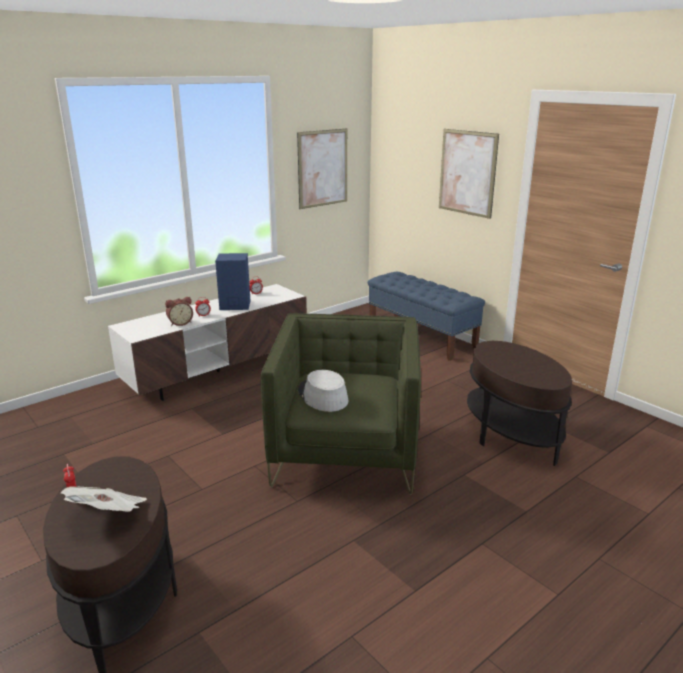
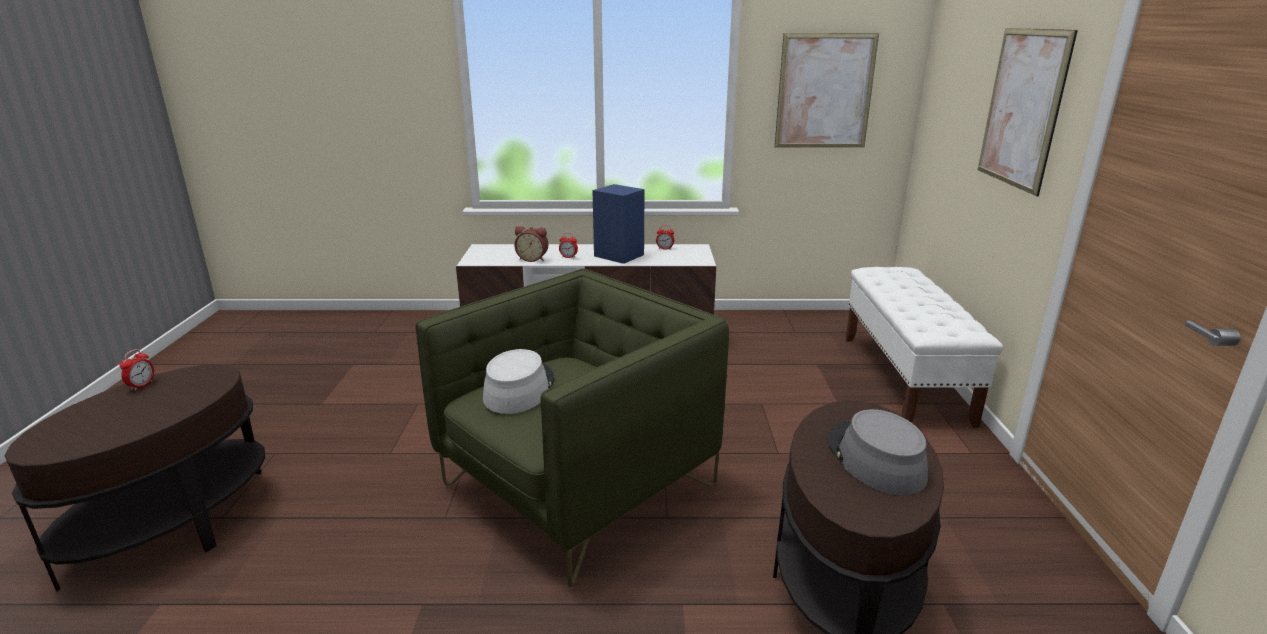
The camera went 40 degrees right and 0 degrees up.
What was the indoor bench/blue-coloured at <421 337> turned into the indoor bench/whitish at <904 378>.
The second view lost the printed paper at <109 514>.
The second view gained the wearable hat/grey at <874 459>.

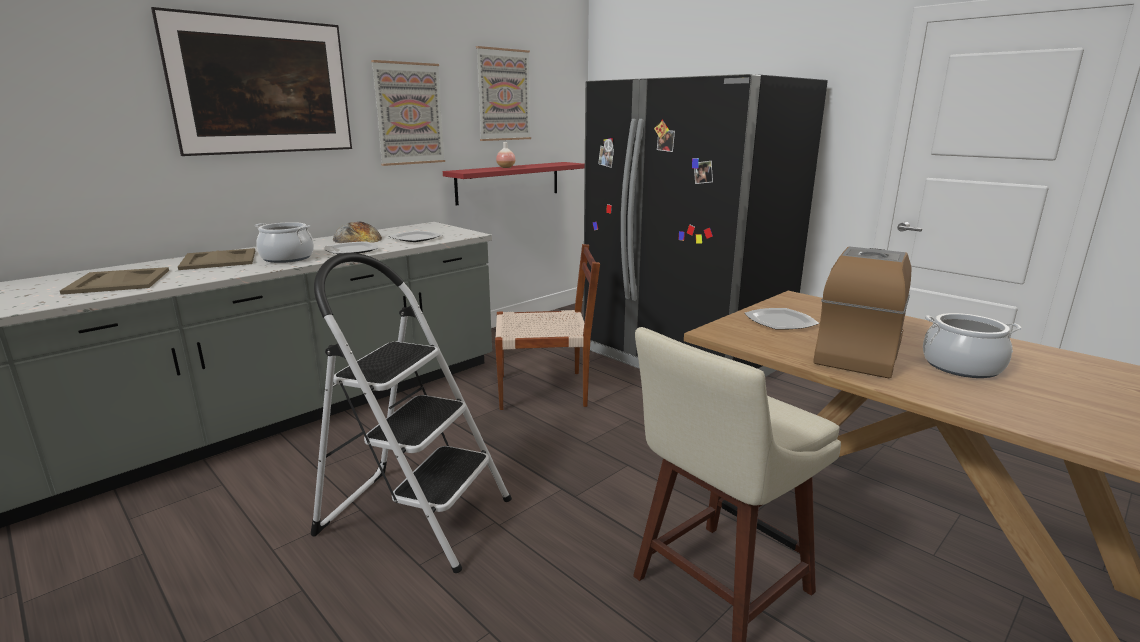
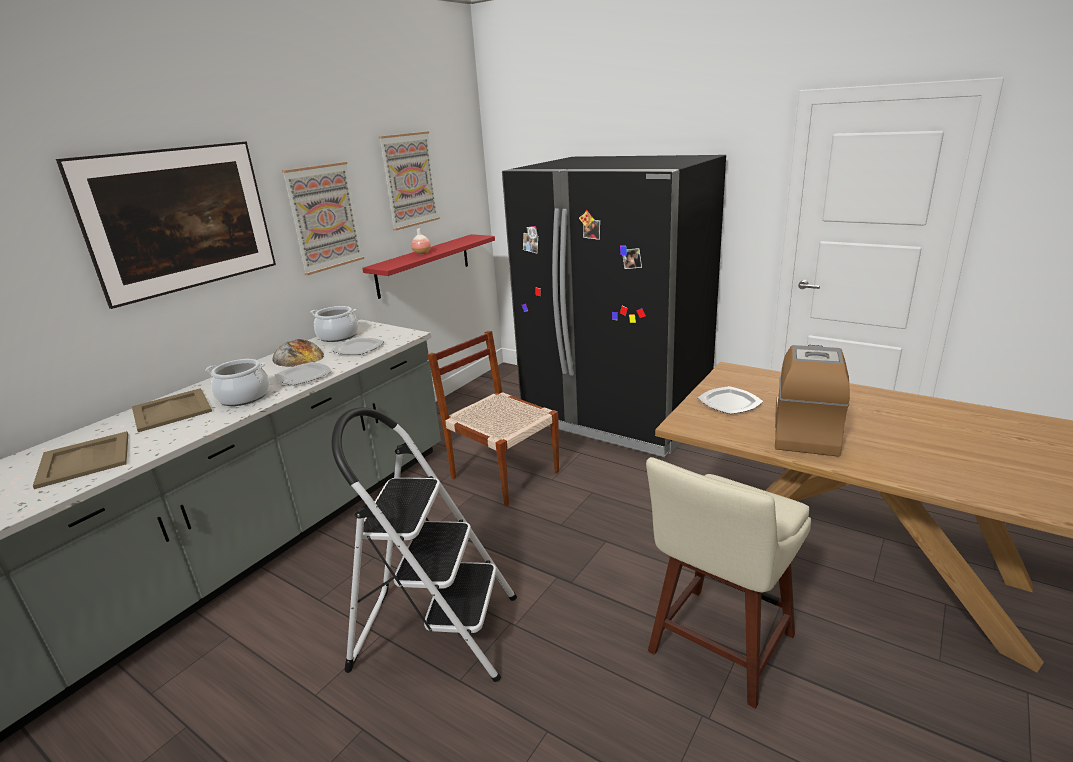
The camera went 10 degrees left and 5 degrees up.
The plain chair at <545 391> ended up facing another way, 120 degrees counterclockwise from before.
The saucepot ended up elsewhere, having gone from <962 366> to <338 336>.

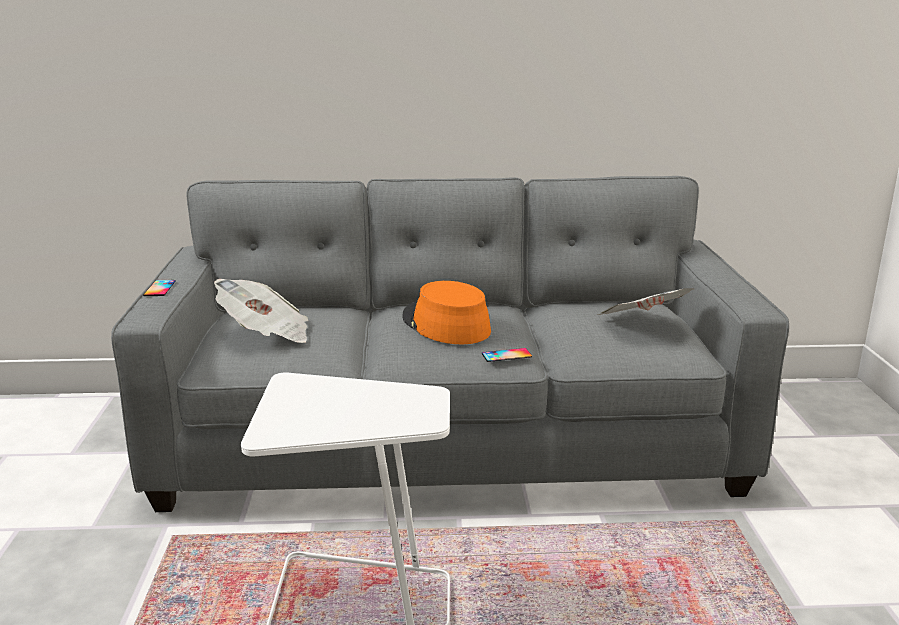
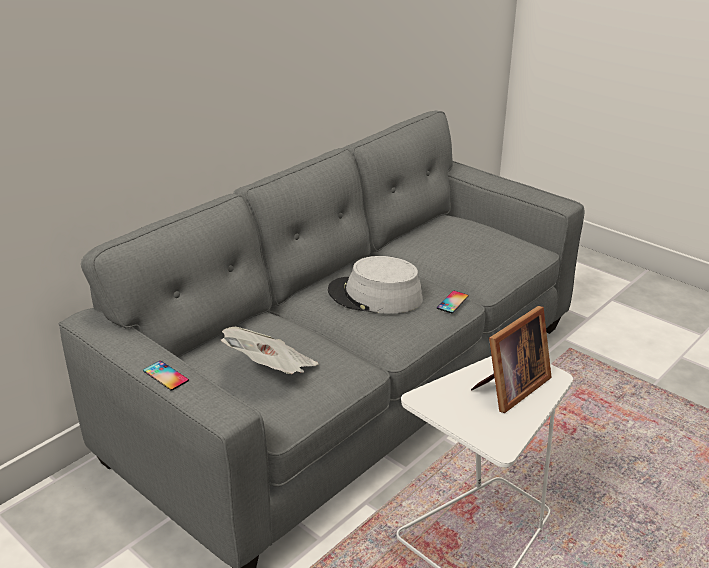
The camera went 45 degrees left and 10 degrees up.
What was the wearable hat/orangey at <445 324> turned into the wearable hat/grey at <375 296>.
The second view lost the printed paper at <642 325>.
The second view gained the standing frame at <509 388>.

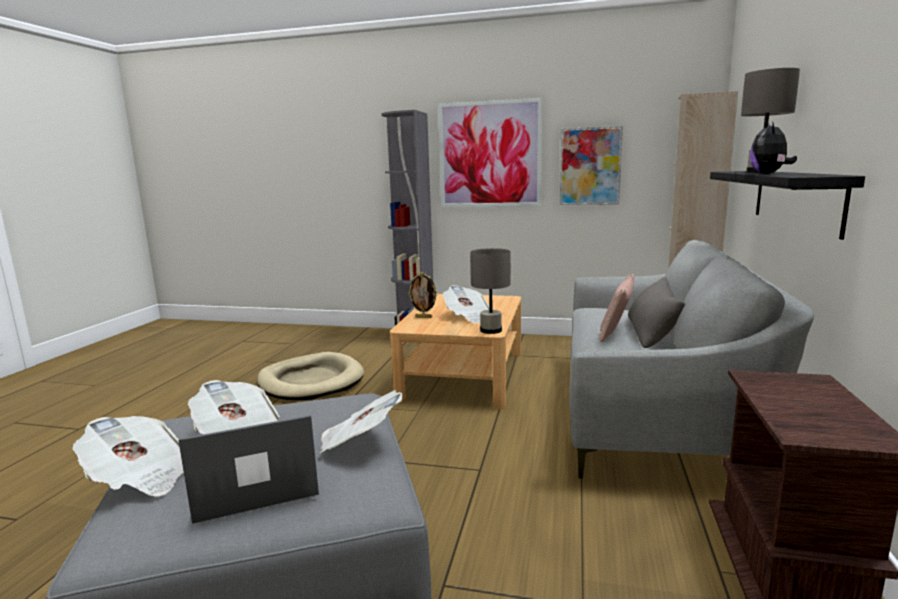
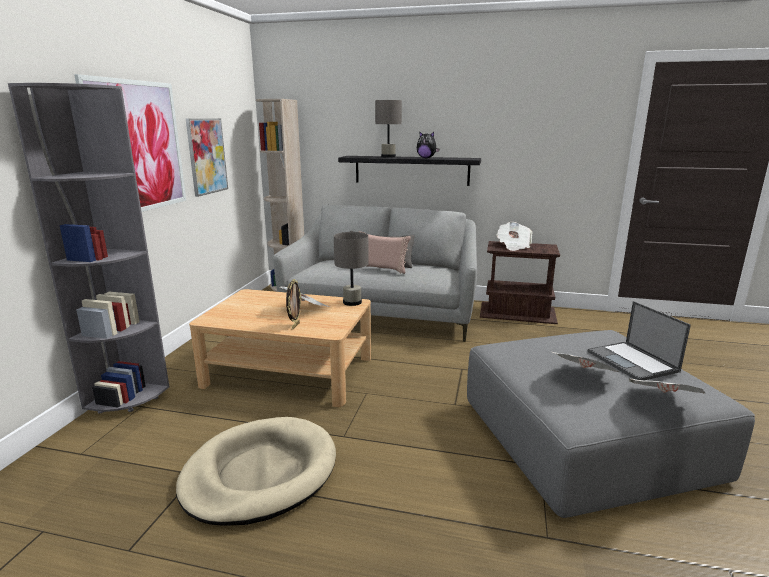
The camera went 90 degrees left and 5 degrees up.
The printed paper ended up elsewhere, having gone from <359 442> to <513 246>.

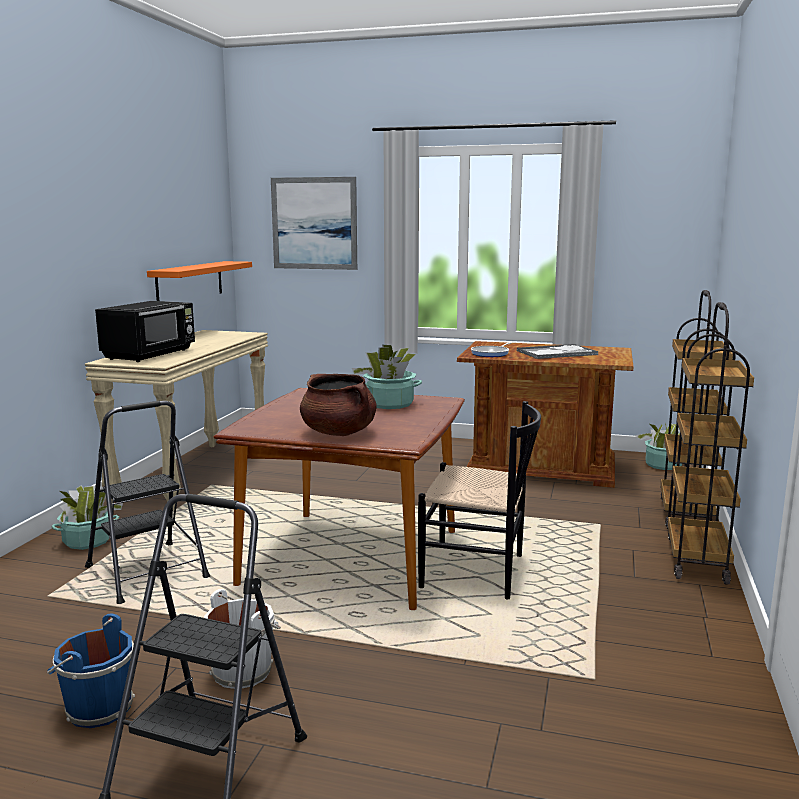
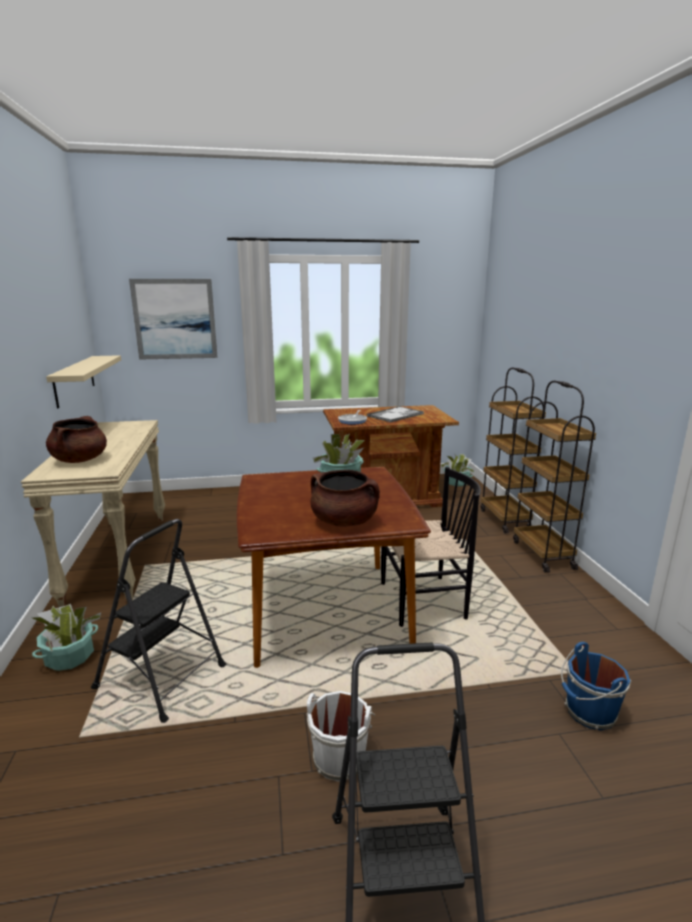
The camera went 25 degrees left and 5 degrees up.
What was the shelf/orangey at <190 282> turned into the shelf/beige at <74 380>.
Where the microwave/black-coloured stood at <151 354>, the saucepot/brown-coloured came to stand at <80 460>.
The bucket/blue-coloured ended up elsewhere, having gone from <96 708> to <588 713>.

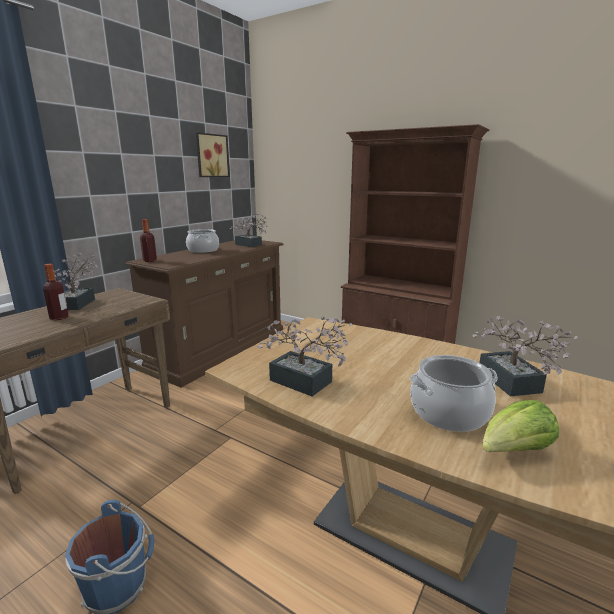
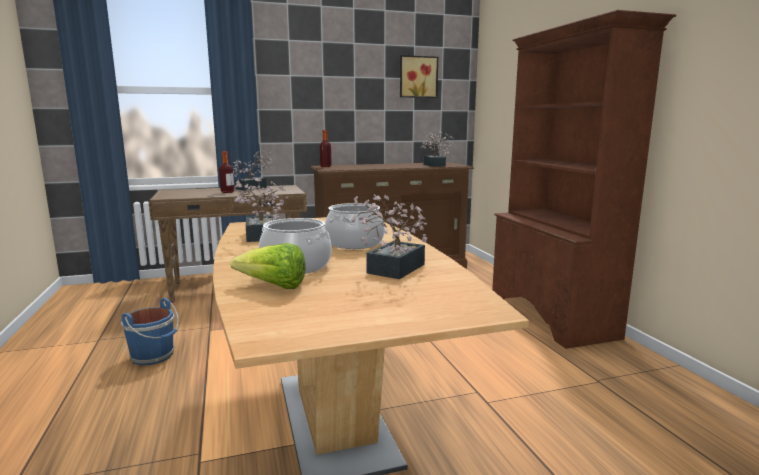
The camera went 40 degrees right and 5 degrees down.
The saucepot ended up elsewhere, having gone from <203 250> to <354 243>.

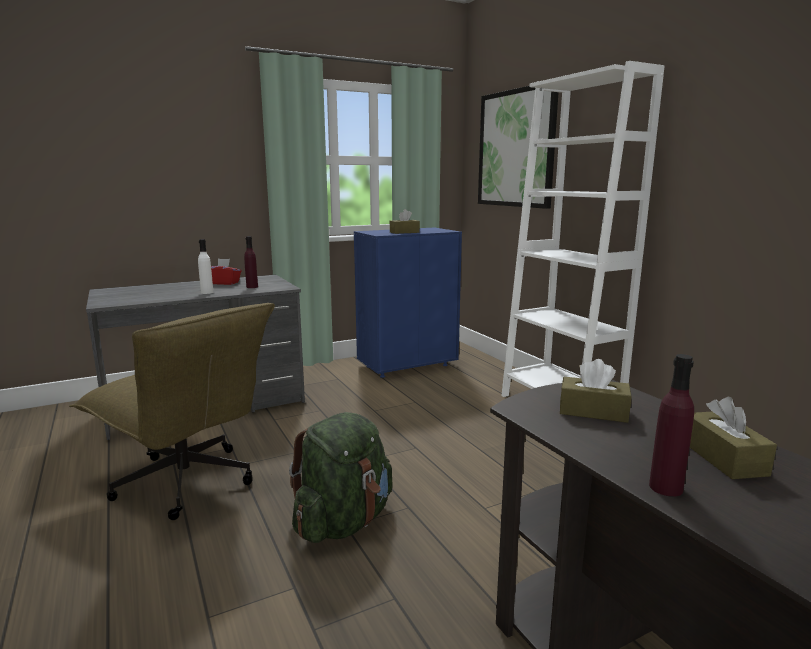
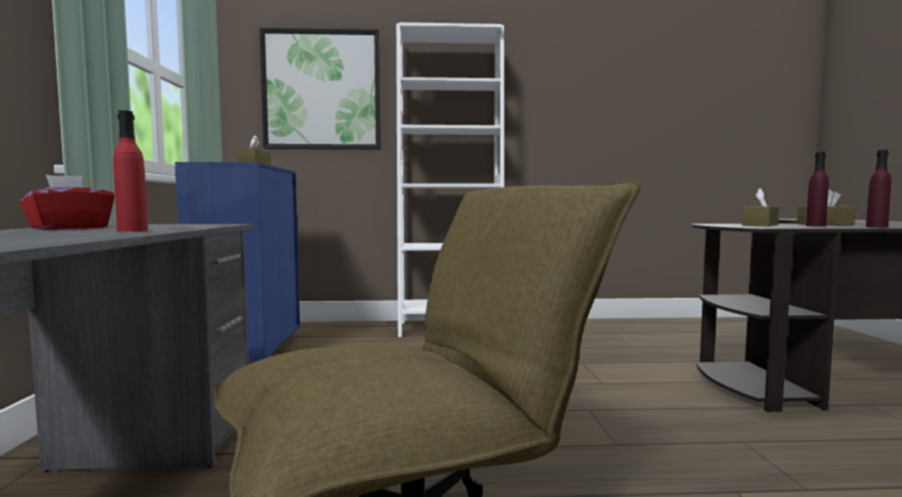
The camera went 65 degrees left and 10 degrees down.
The beverage bottle/purple-coloured ended up elsewhere, having gone from <252 287> to <815 226>.
What was the beverage bottle/whitish at <207 292> turned into the beverage bottle/reddish at <132 230>.
The second view lost the rucksack/green at <344 521>.

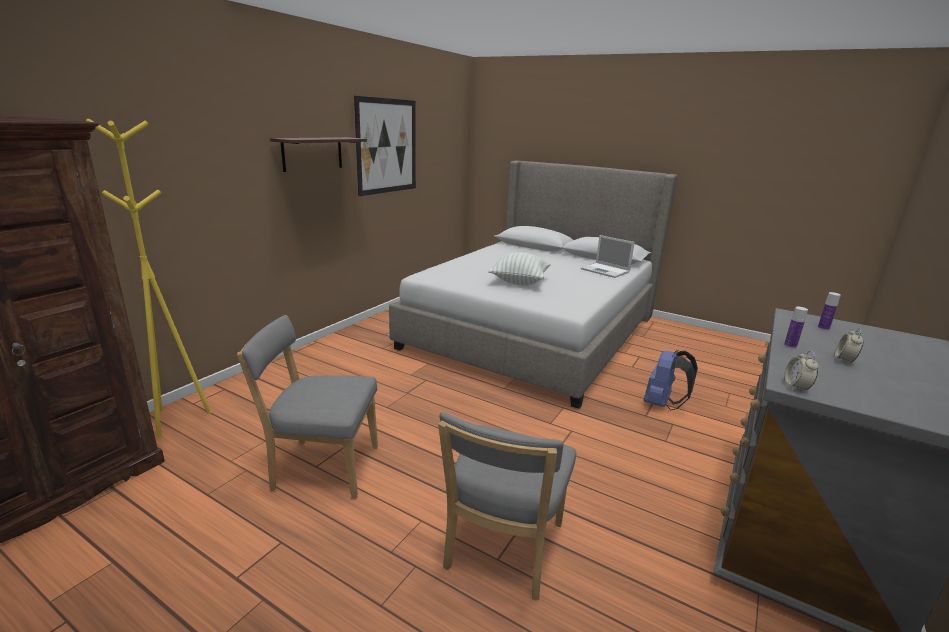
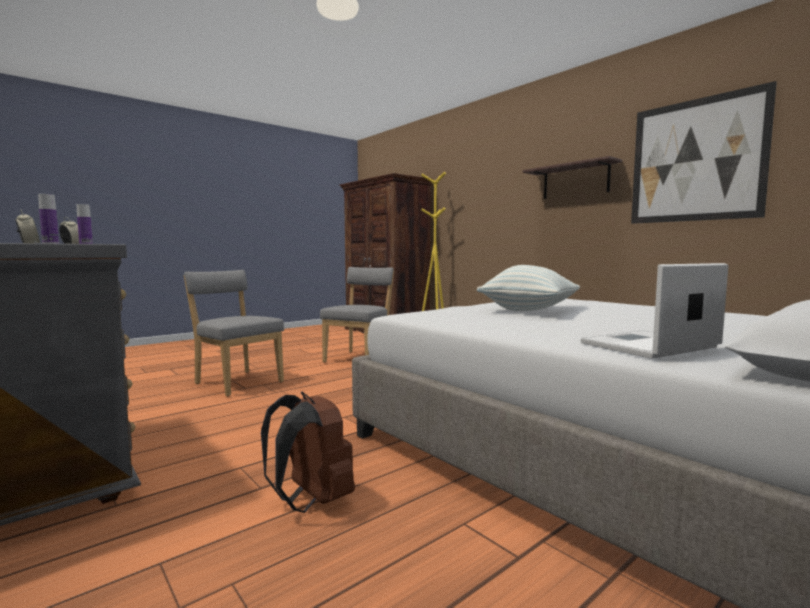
The camera went 110 degrees right and 15 degrees down.
What was the rucksack/blue-coloured at <662 404> turned into the rucksack/brown-coloured at <312 501>.

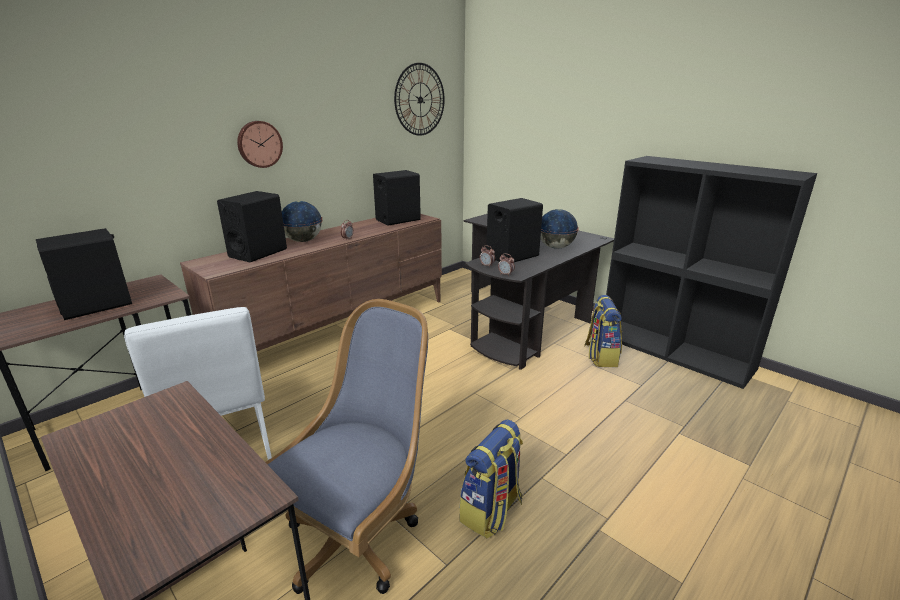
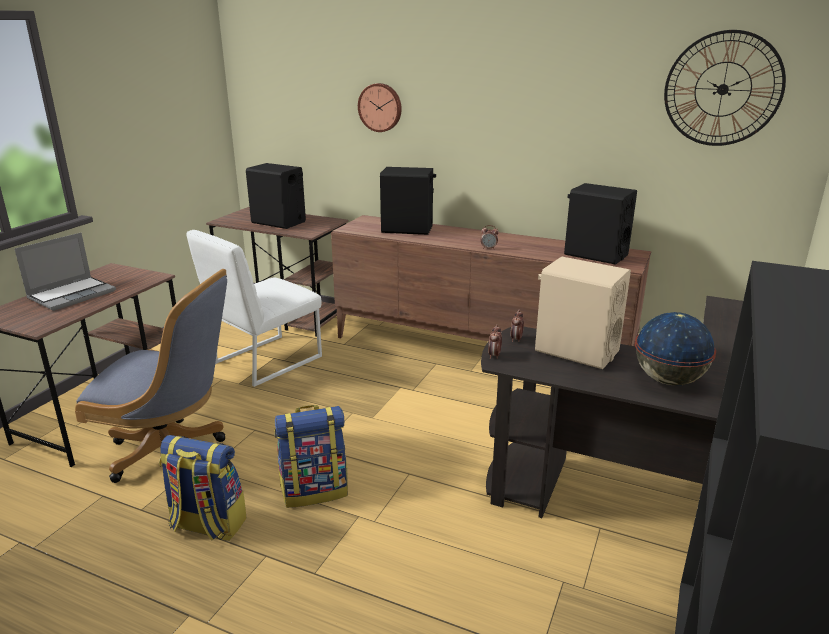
The camera went 70 degrees right and 0 degrees up.
The clock on the wall ended up elsewhere, having gone from <259 144> to <380 107>.
What was the speaker/black-coloured at <512 256> turned into the speaker/beige at <576 351>.
The second view lost the desk globe at <303 241>.
The rucksack ended up elsewhere, having gone from <600 356> to <315 490>.
The second view gained the portable computer at <72 294>.

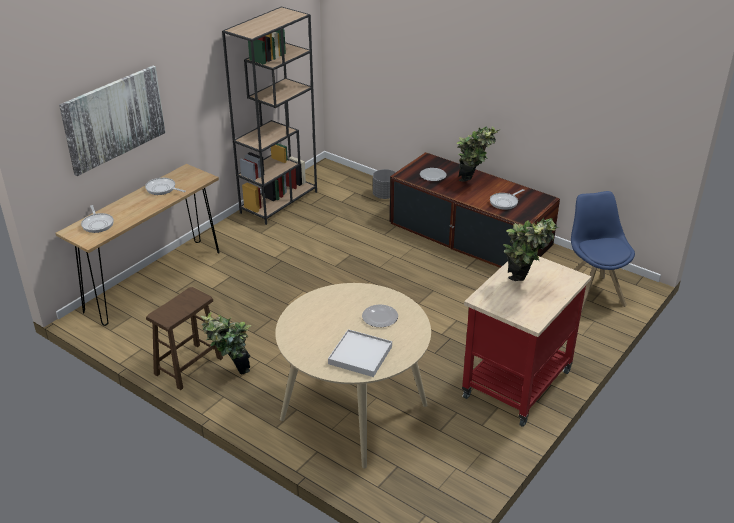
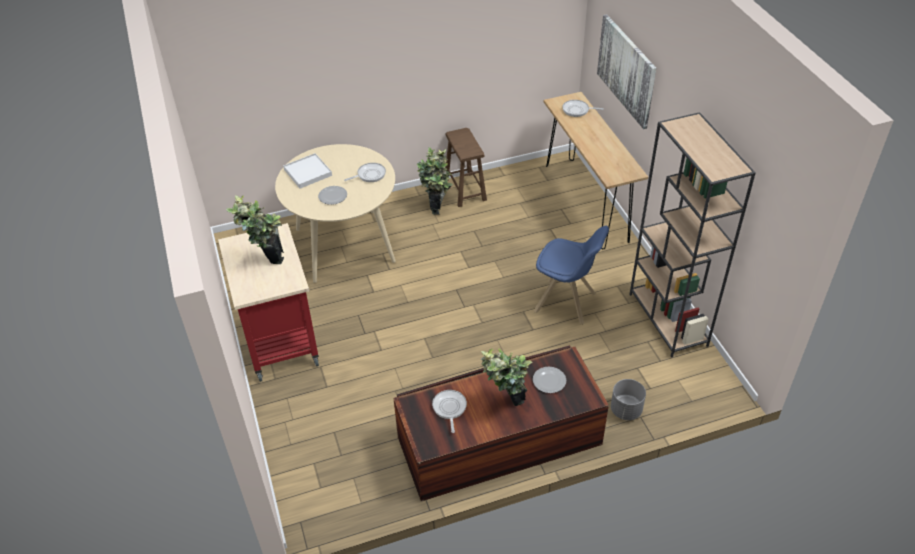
The camera went 125 degrees right and 10 degrees up.
The pan ended up elsewhere, having gone from <162 189> to <369 175>.
The plain chair/blue-coloured ended up elsewhere, having gone from <592 294> to <565 302>.

